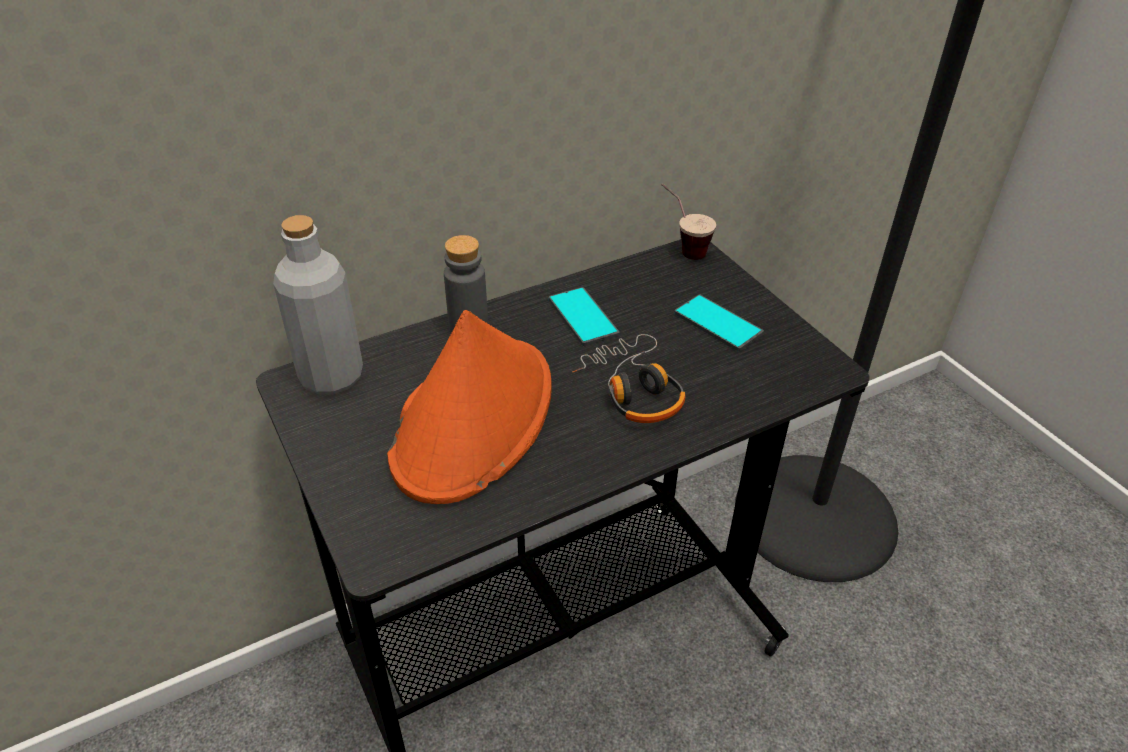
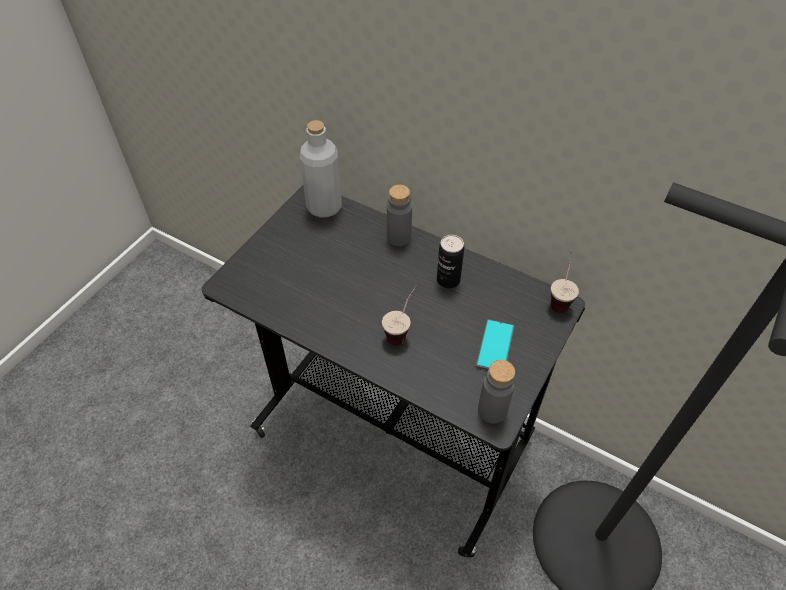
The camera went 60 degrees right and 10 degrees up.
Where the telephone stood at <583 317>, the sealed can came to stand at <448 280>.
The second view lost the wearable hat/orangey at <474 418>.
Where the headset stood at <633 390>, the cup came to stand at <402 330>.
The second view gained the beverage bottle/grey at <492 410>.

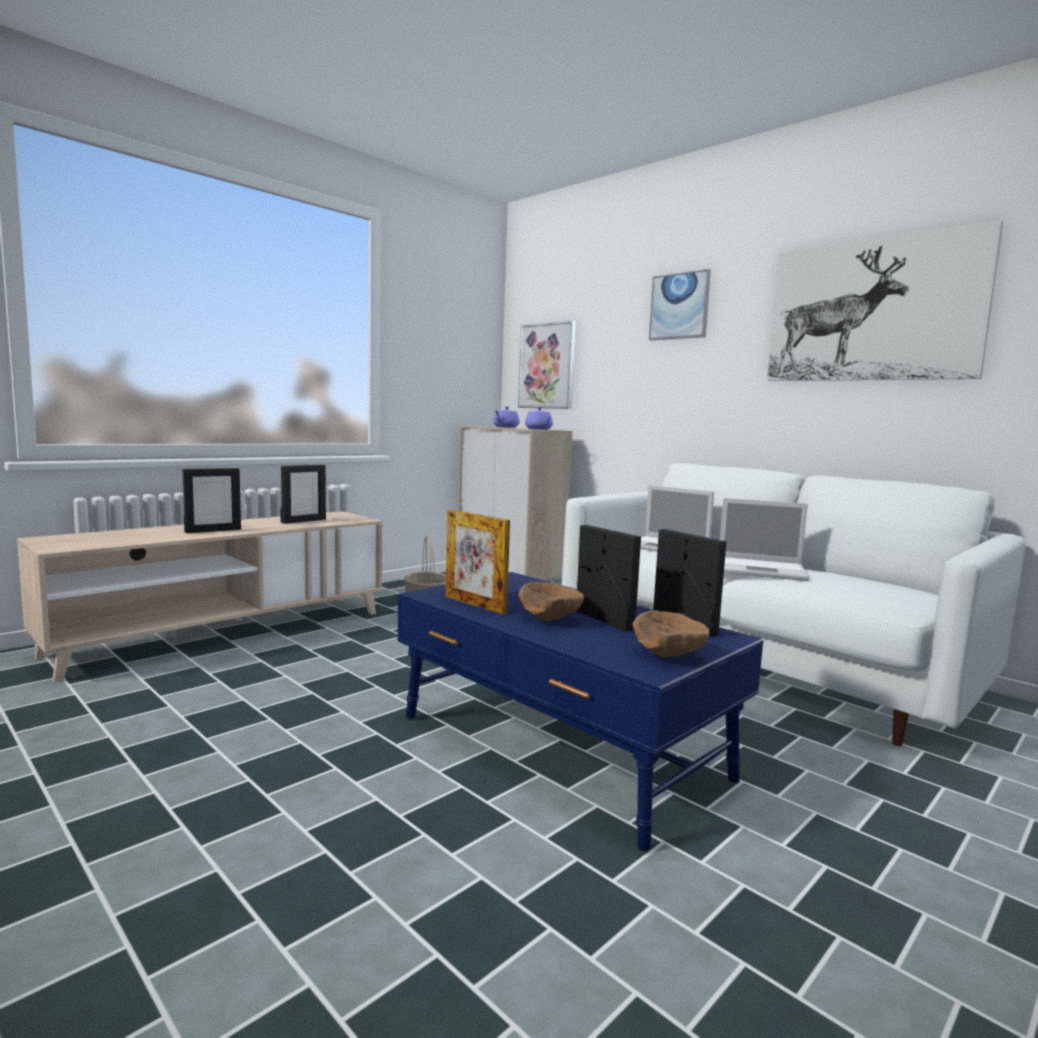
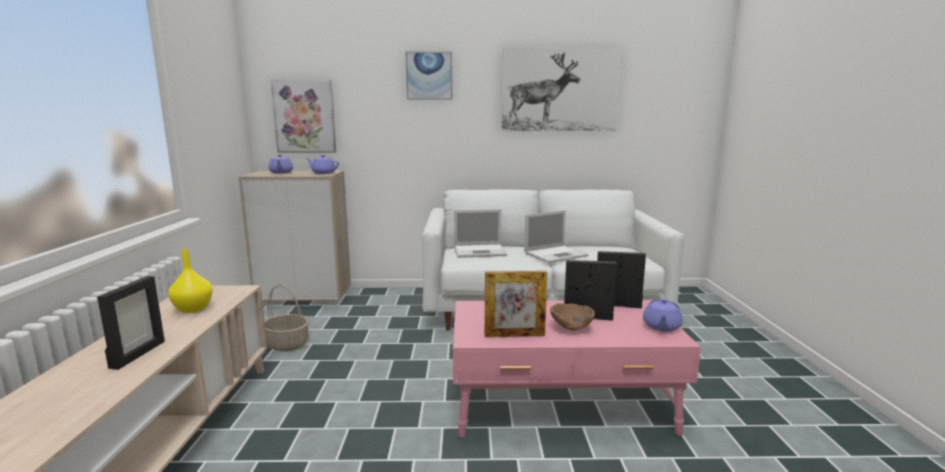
The camera went 45 degrees left and 5 degrees up.
Where the standing frame stood at <303 521>, the flower vase/yellow came to stand at <193 309>.
What was the coffee table/blue-coloured at <561 748> turned into the coffee table/pinkish at <562 405>.
Where the serving bowl/brown-coloured stood at <671 656>, the pot for tea/purple-coloured came to stand at <661 327>.

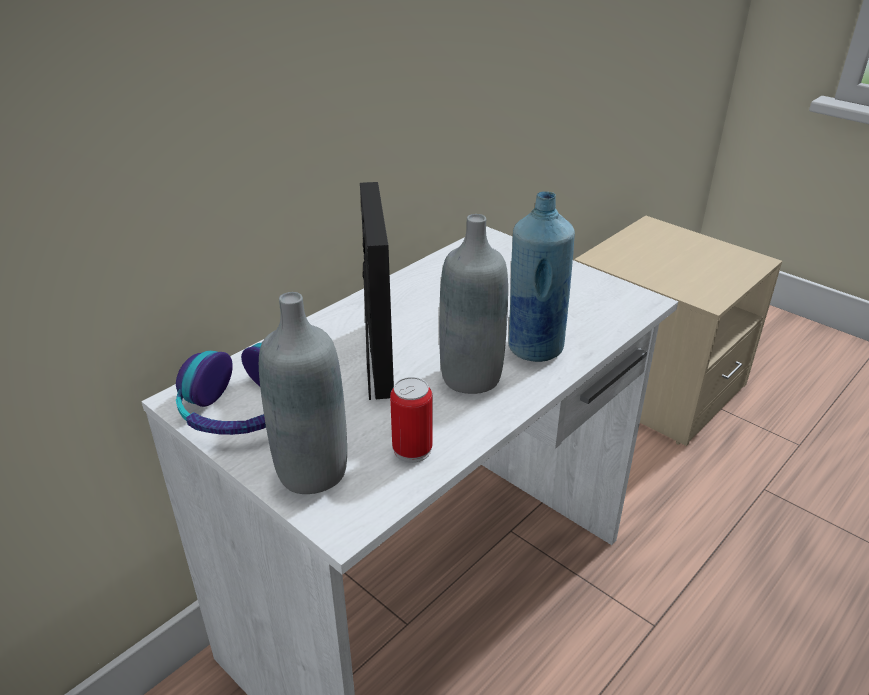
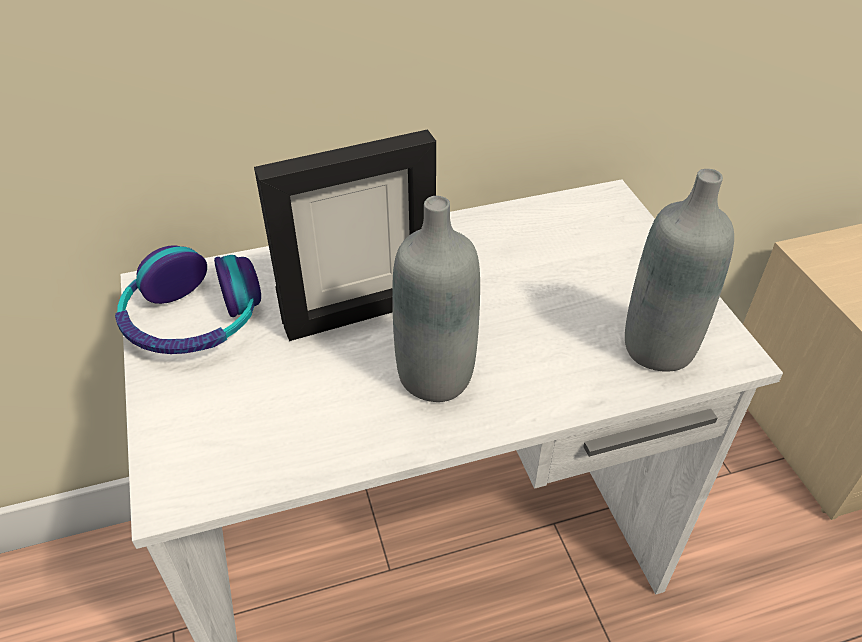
The camera went 30 degrees right and 10 degrees up.
The standing frame at <377 358> ended up facing another way, 45 degrees clockwise from before.
The second view lost the beverage bottle/blue-coloured at <534 348>.
The beverage bottle/grey ended up elsewhere, having gone from <312 471> to <658 347>.
The second view lost the sealed can at <412 449>.

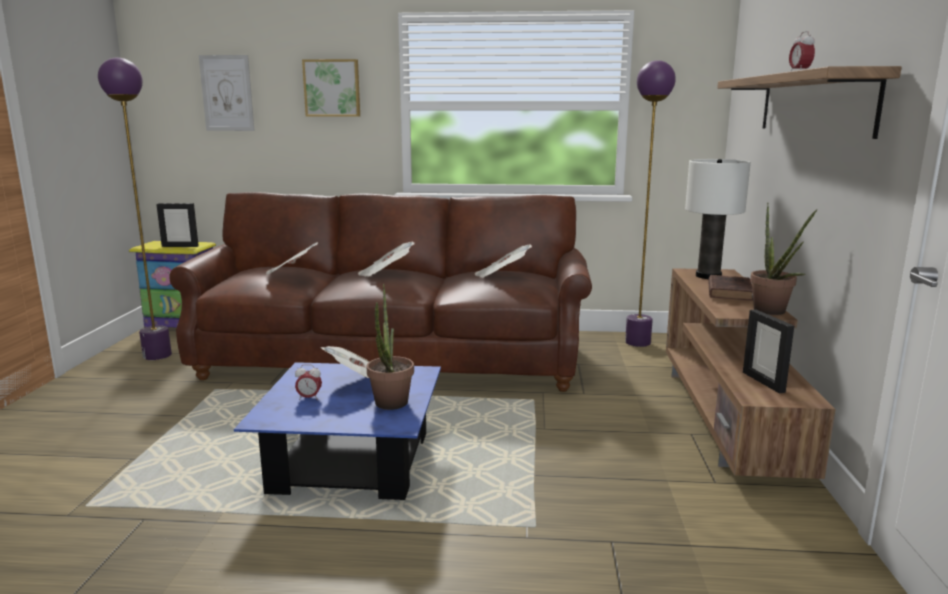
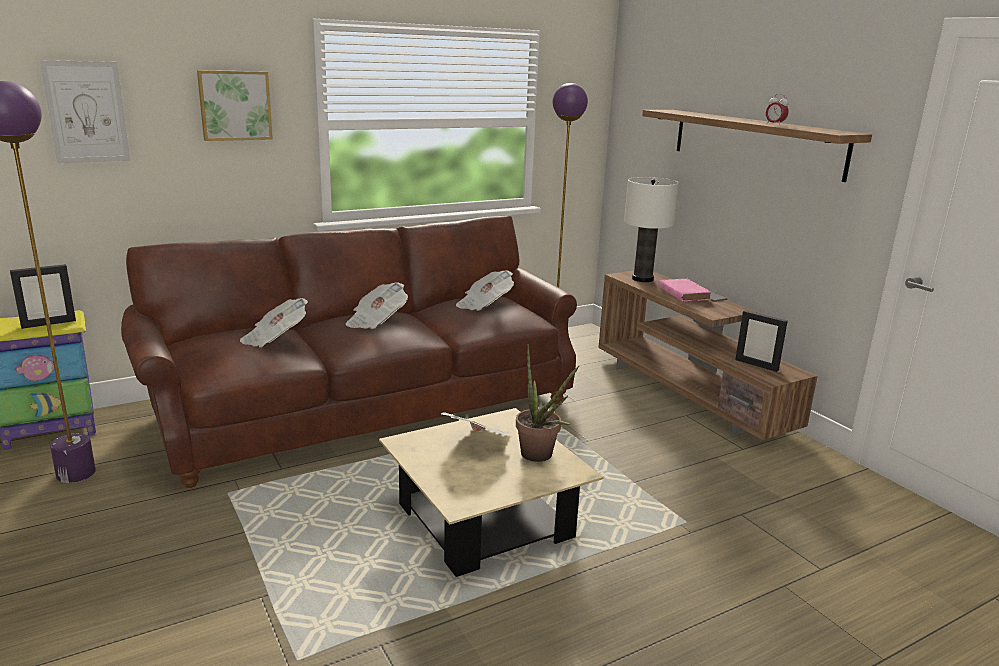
The camera went 35 degrees left and 5 degrees up.
The second view lost the potted plant at <773 312>.
What was the volume/brown-coloured at <729 291> turned into the volume/pinkish at <683 293>.
What was the coffee table/blue-coloured at <352 462> turned into the coffee table/beige at <485 520>.
The second view lost the alarm clock at <309 398>.

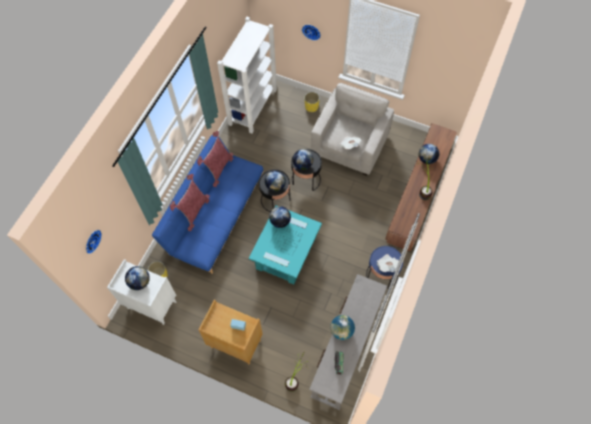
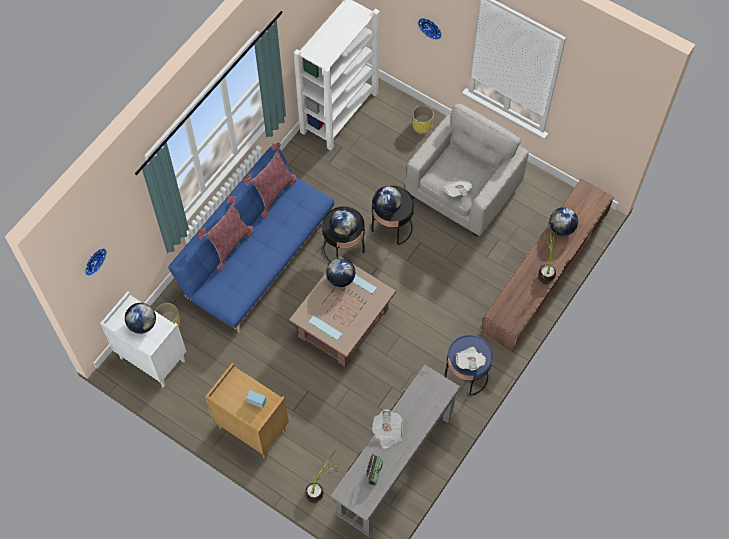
The camera went 10 degrees right and 0 degrees up.
What was the coffee table/blue-green at <286 252> turned into the coffee table/brown-coloured at <343 322>.
Where the desk globe stood at <341 331>, the printed paper came to stand at <387 432>.

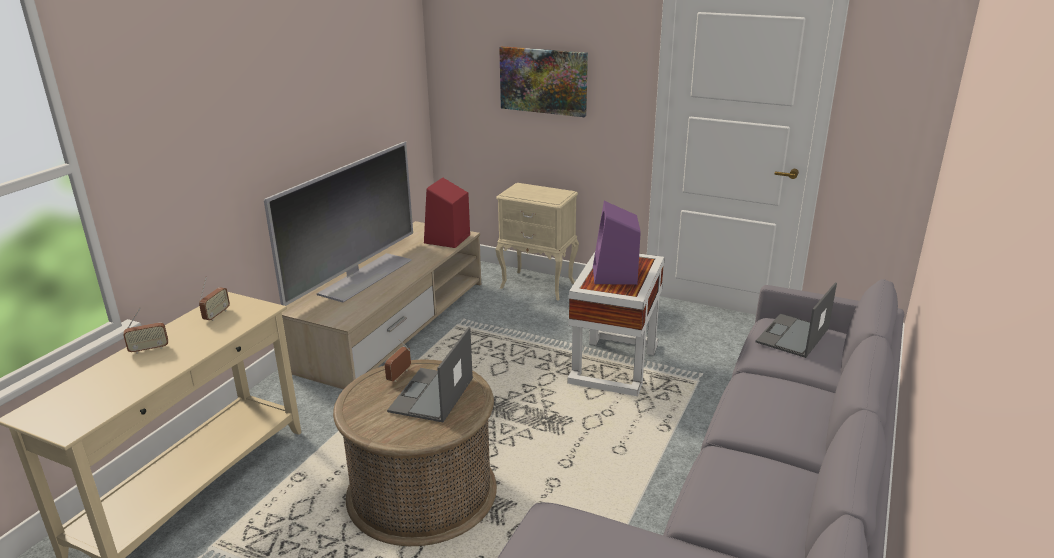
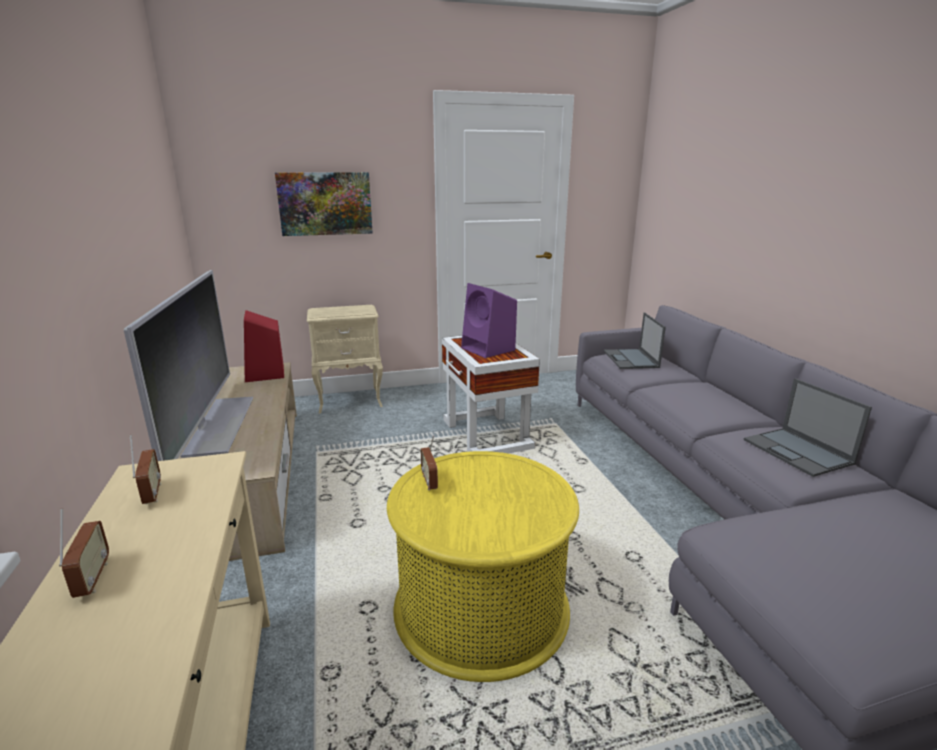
The camera went 40 degrees left and 5 degrees down.
The radio at <149 349> ended up facing another way, 45 degrees counterclockwise from before.
The portable computer ended up elsewhere, having gone from <431 395> to <798 452>.
What was the coffee table/brown-coloured at <422 492> turned into the coffee table/yellow at <481 606>.

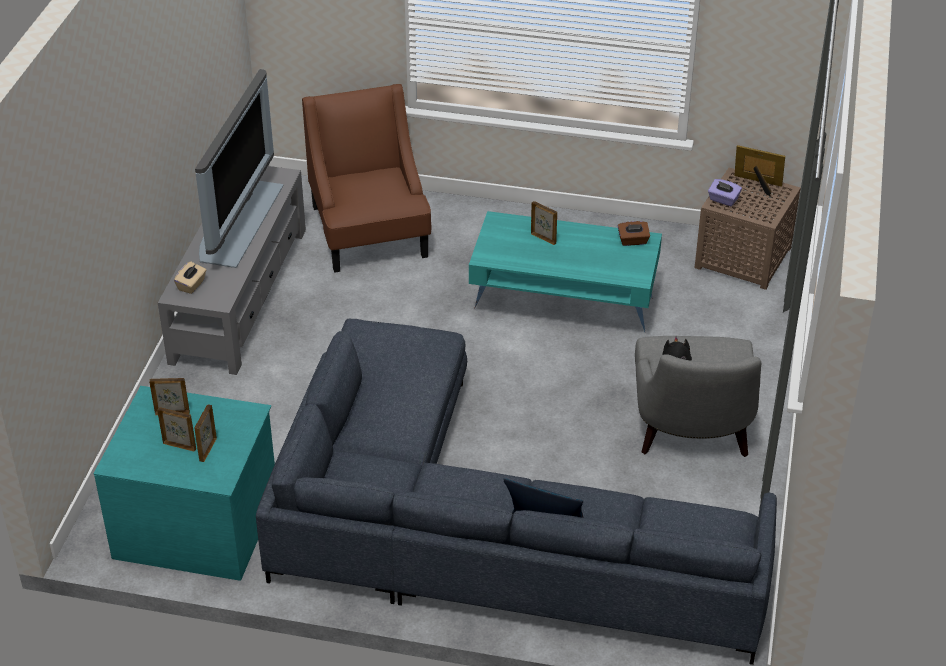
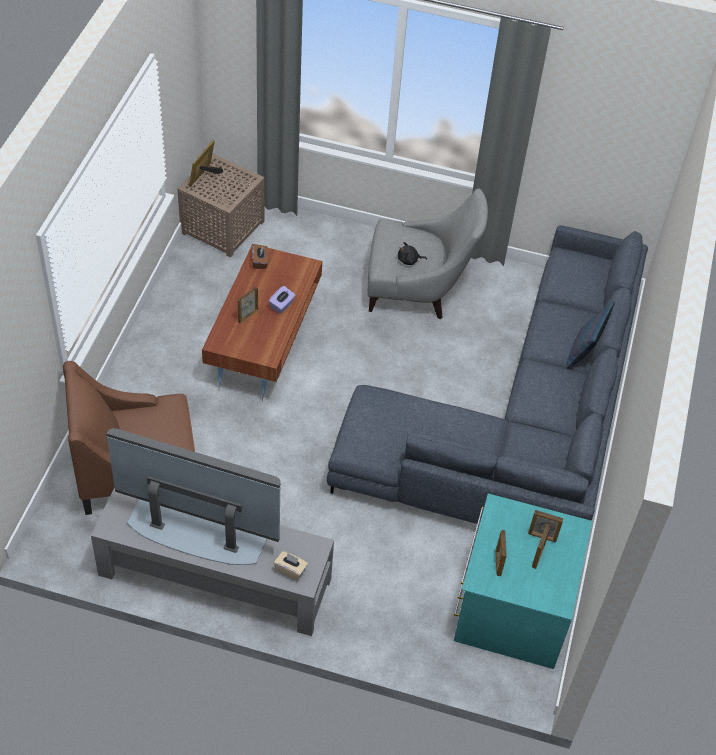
The camera went 90 degrees left and 10 degrees up.
The tissue holder/purple-coloured ended up elsewhere, having gone from <723 200> to <282 305>.
What was the coffee table/blue-green at <563 304> turned into the coffee table/brown-coloured at <264 343>.

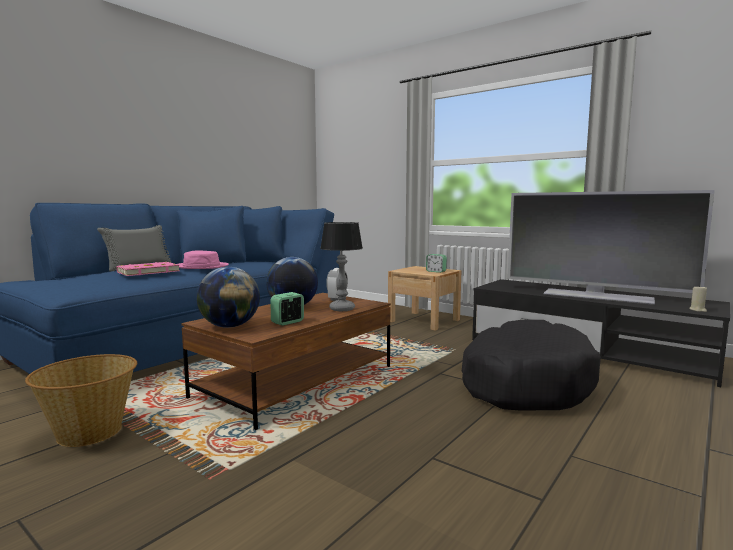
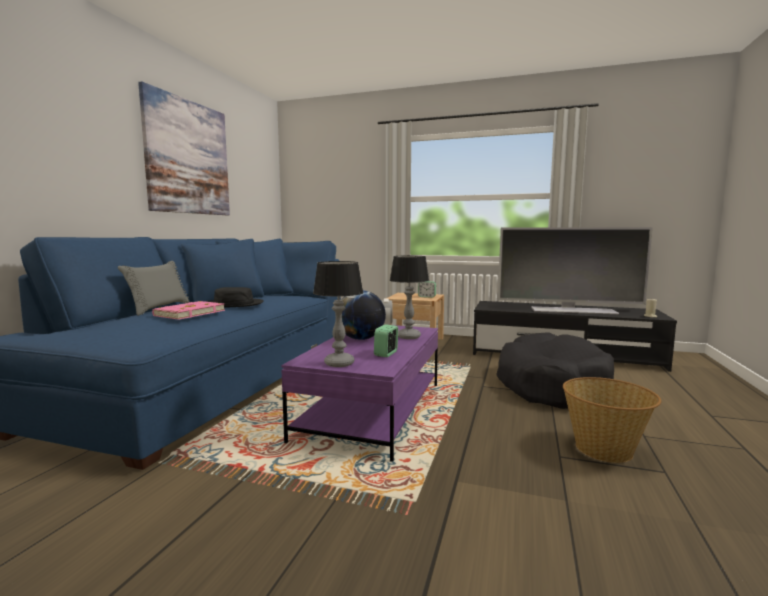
The camera went 20 degrees left and 0 degrees up.
What was the wearable hat/pinkish at <201 266> turned into the wearable hat/black-coloured at <234 304>.
Where the desk globe stood at <229 326>, the tabletop lamp came to stand at <339 363>.
What was the coffee table/brown-coloured at <297 381> turned into the coffee table/purple-coloured at <372 410>.
The household basket ended up elsewhere, having gone from <90 432> to <605 449>.
The second view gained the wall art at <188 157>.

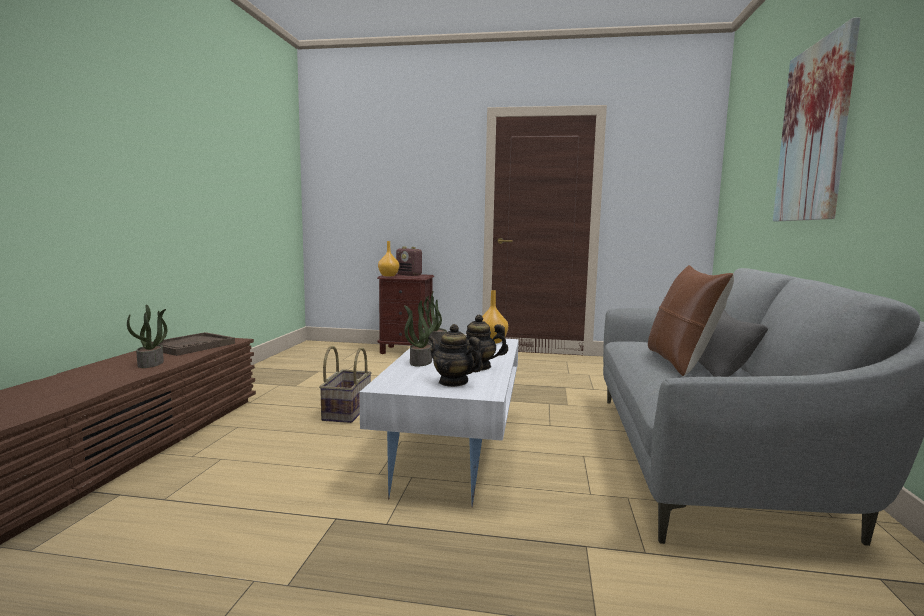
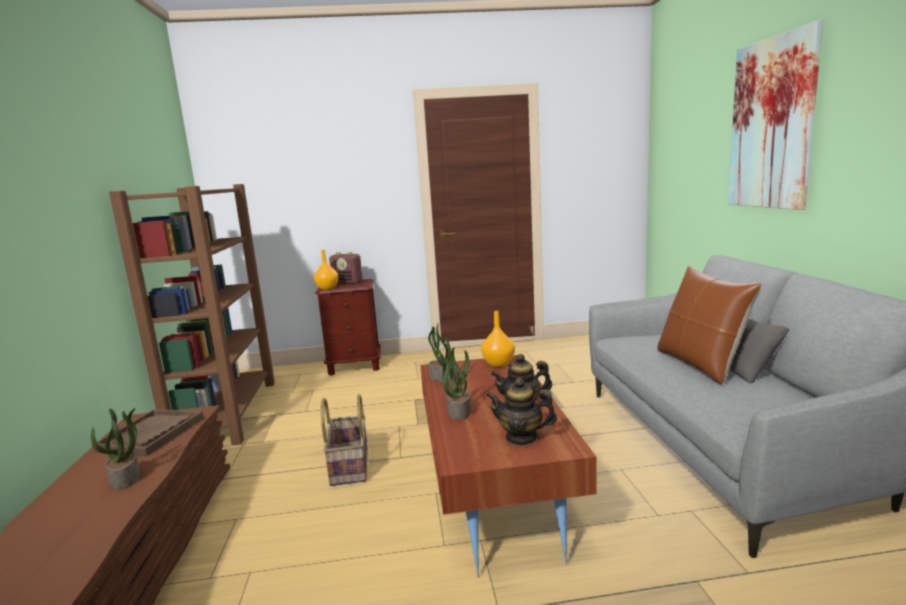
The camera went 15 degrees left and 5 degrees up.
What was the coffee table/whitish at <454 446> turned into the coffee table/brown-coloured at <495 487>.
The second view gained the shelving unit/brown-coloured at <227 413>.

